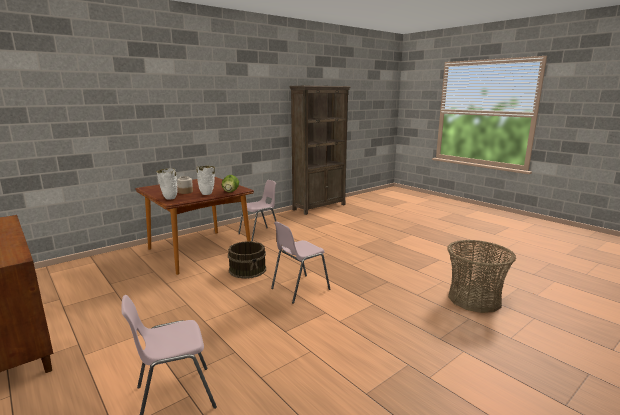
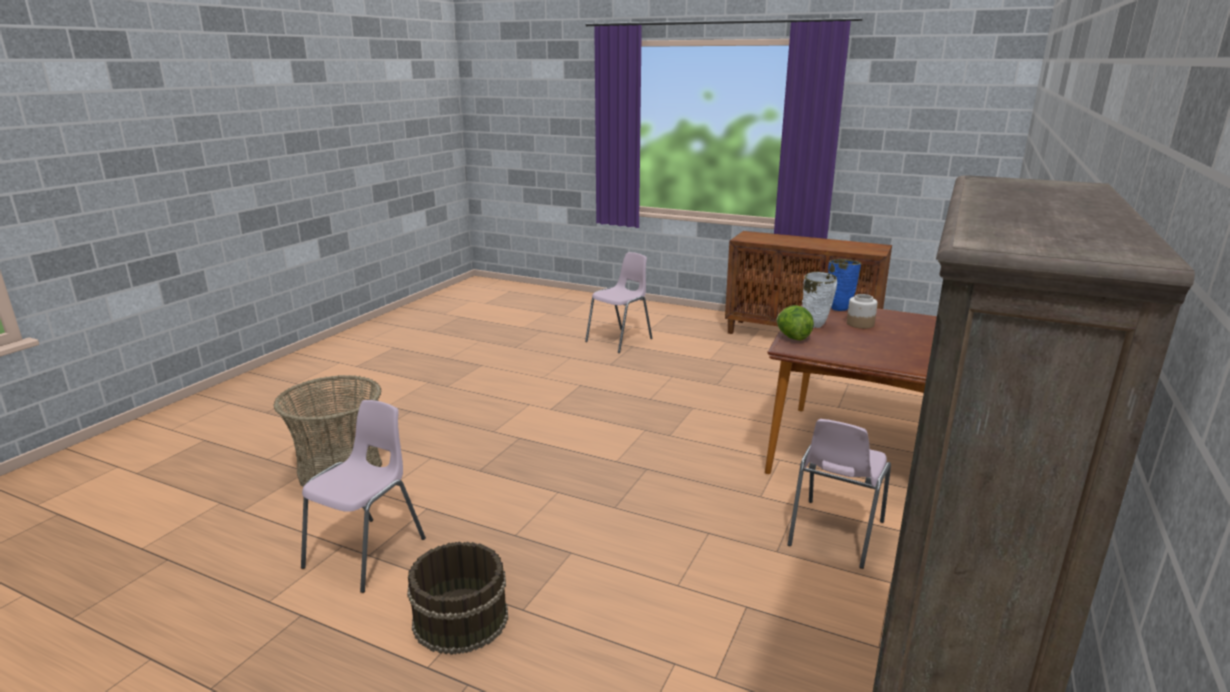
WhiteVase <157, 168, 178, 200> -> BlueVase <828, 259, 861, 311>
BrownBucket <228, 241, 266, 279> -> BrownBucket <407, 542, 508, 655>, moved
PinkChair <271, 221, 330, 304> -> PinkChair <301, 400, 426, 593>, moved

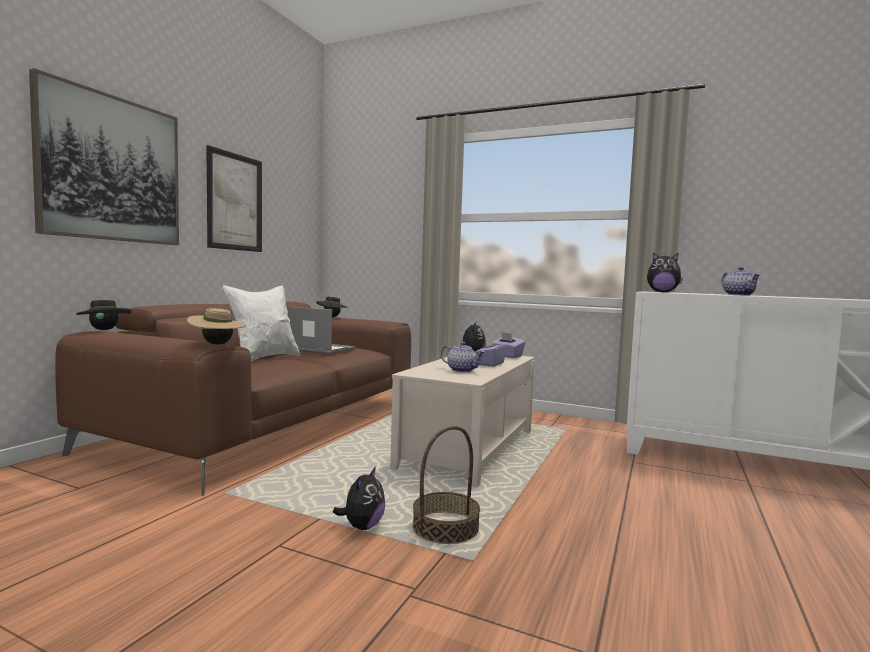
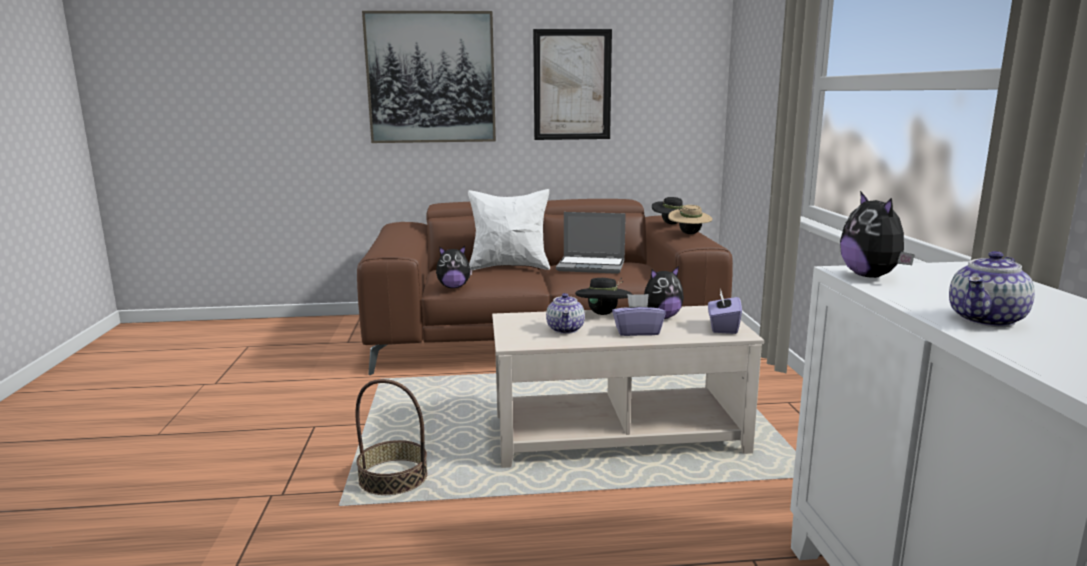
BlackHat <76, 299, 132, 330> -> BlackHat <575, 278, 633, 315>, moved
BeigeHat <187, 308, 246, 345> -> BeigeHat <668, 205, 712, 234>, moved
Laptop <288, 306, 356, 355> -> Laptop <556, 212, 626, 274>, 105 degrees clockwise
PlushToy <333, 466, 385, 530> -> PlushToy <436, 246, 473, 288>, moved

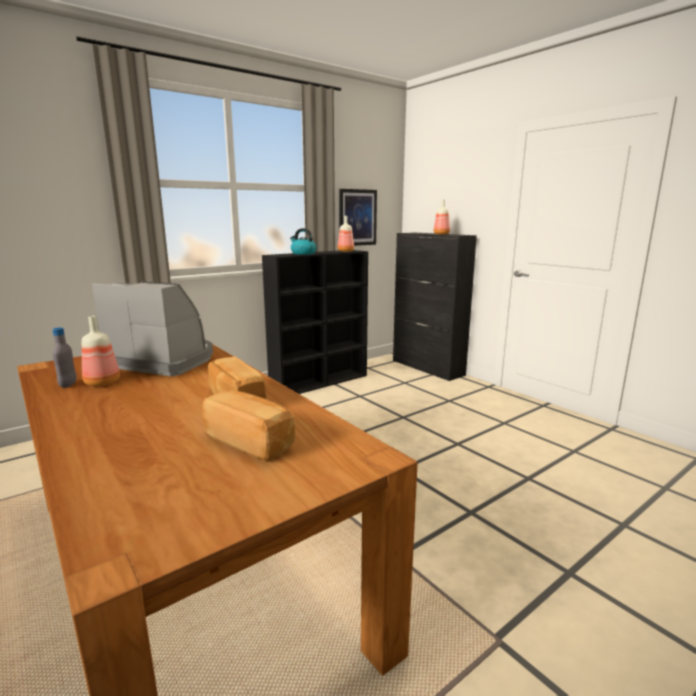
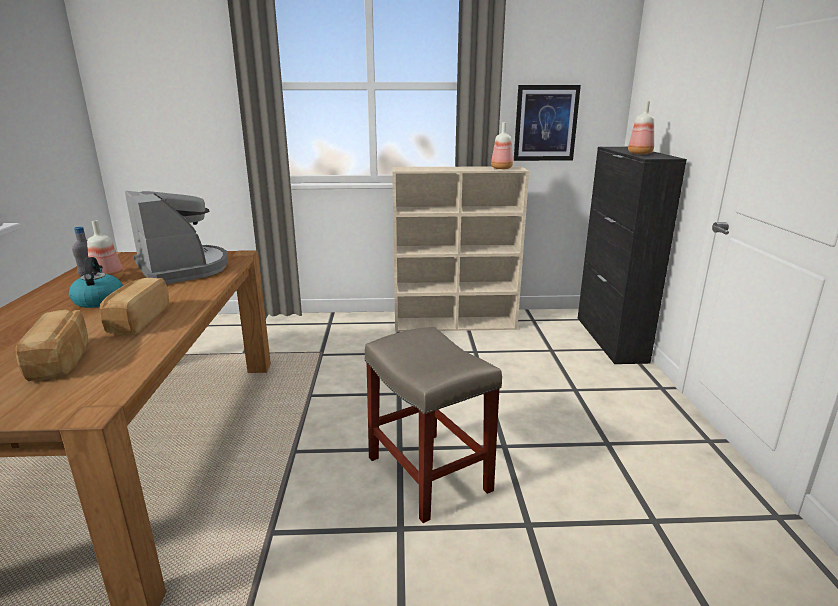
BlackBookcase <262, 250, 368, 394> -> BeigeBookcase <392, 166, 529, 332>
Kettle <290, 228, 317, 255> -> Kettle <69, 257, 123, 308>, moved
none -> BeigeStool <364, 327, 502, 523>

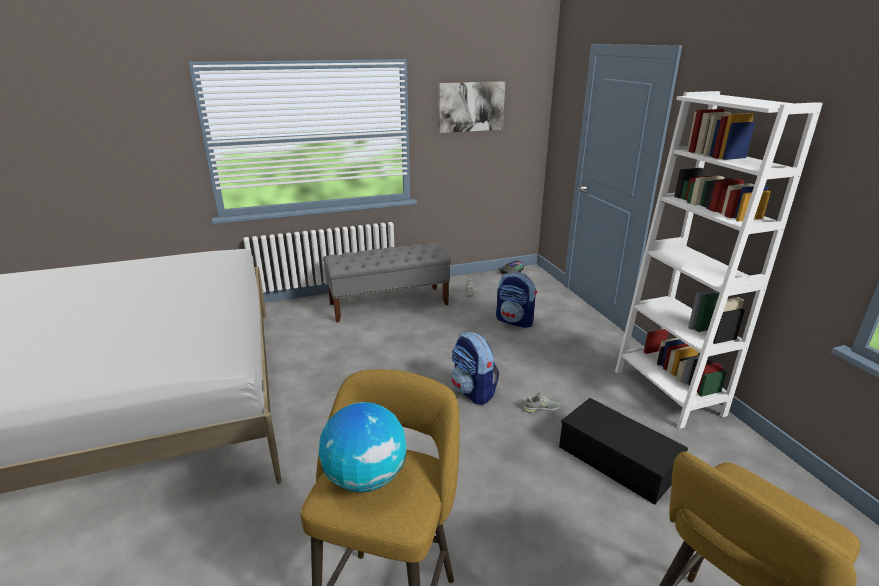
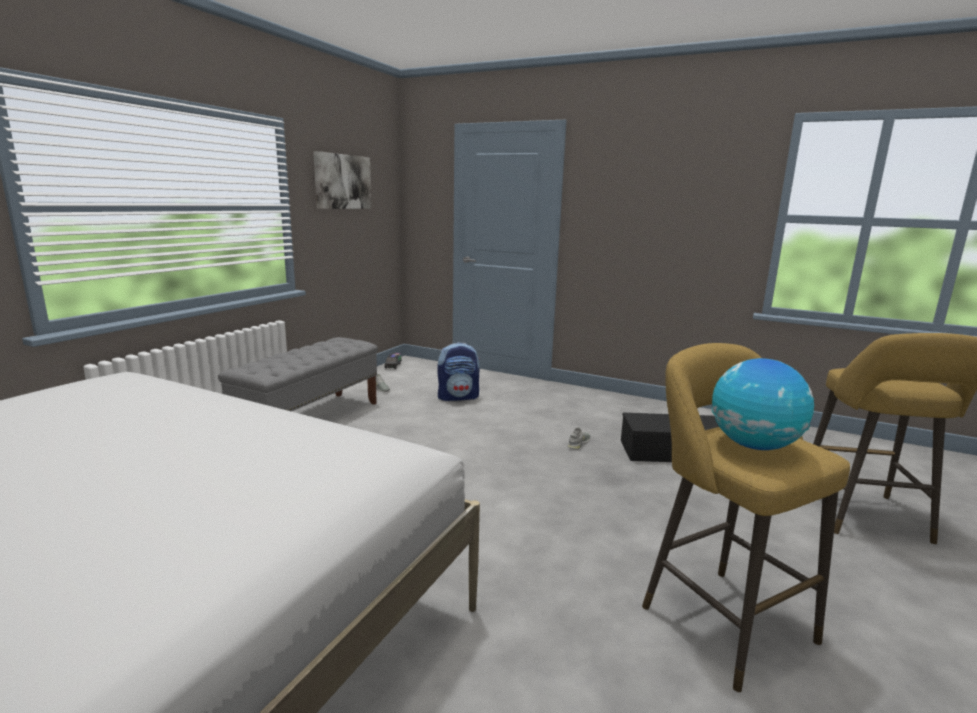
Backpack <451, 332, 499, 405> -> none
WhiteBookcase <615, 91, 823, 429> -> none

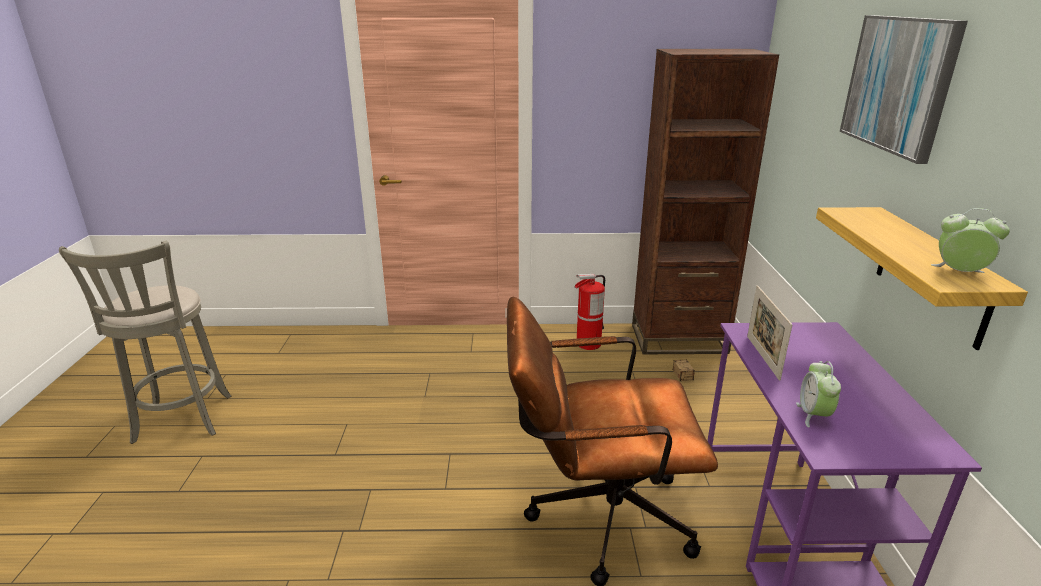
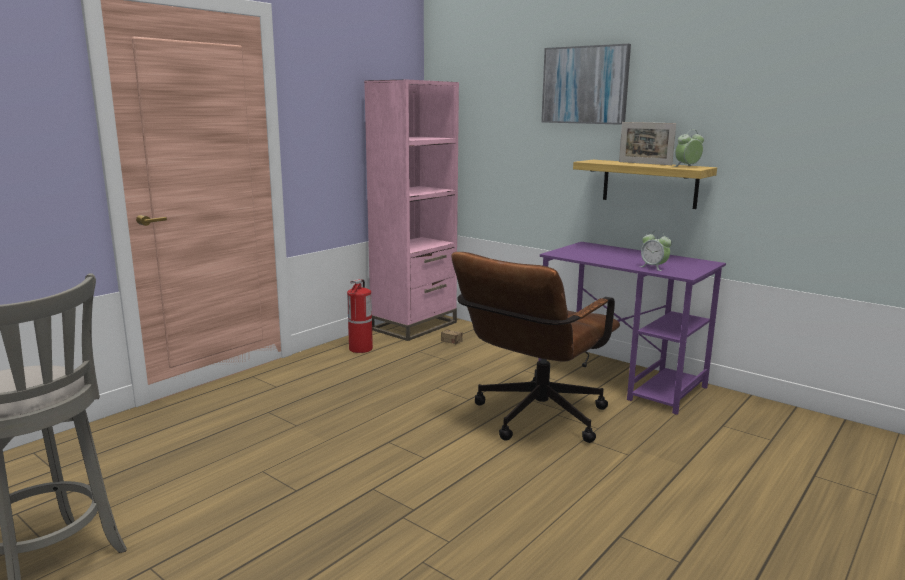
BrownBookcase <632, 49, 779, 354> -> PinkBookcase <364, 79, 459, 341>
PictureFrame <747, 285, 793, 381> -> PictureFrame <619, 122, 676, 165>, moved

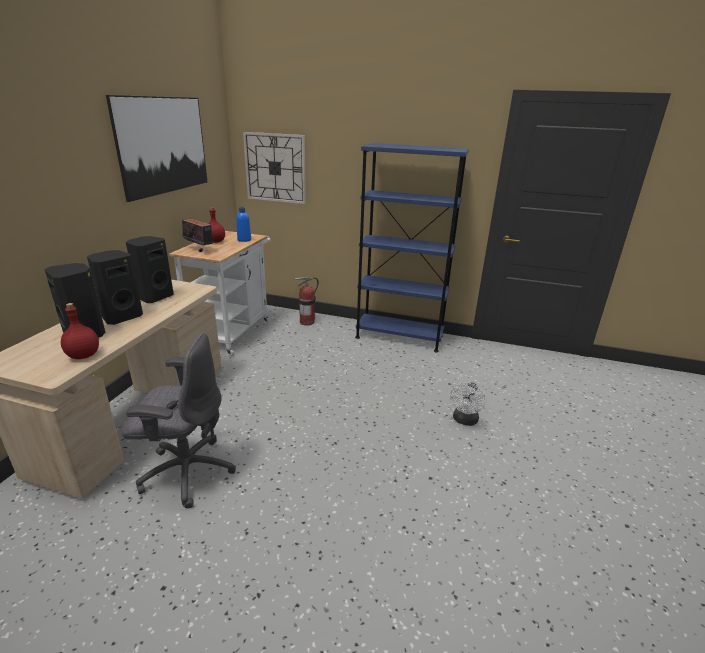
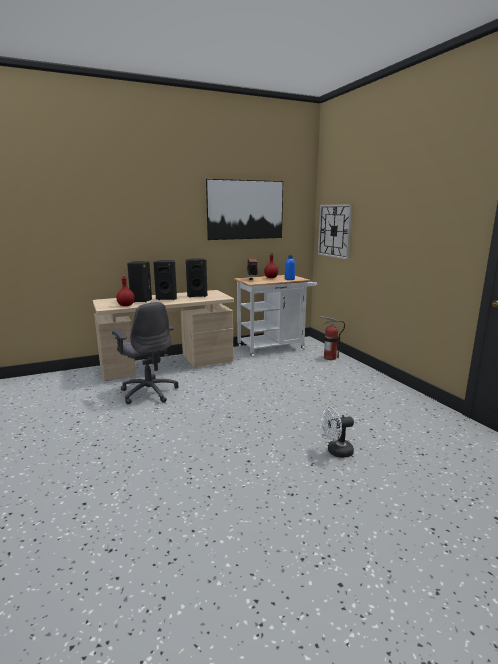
BlueBookcase <355, 143, 469, 352> -> none

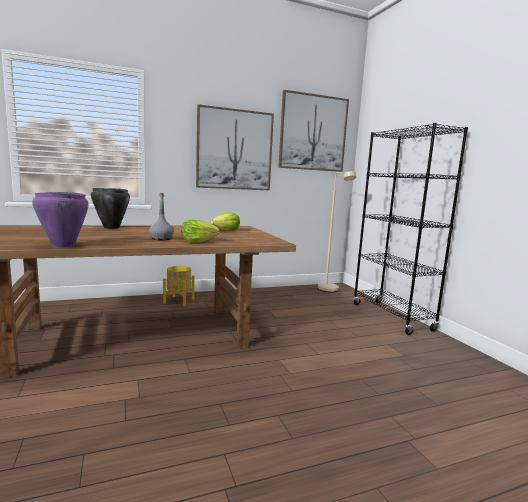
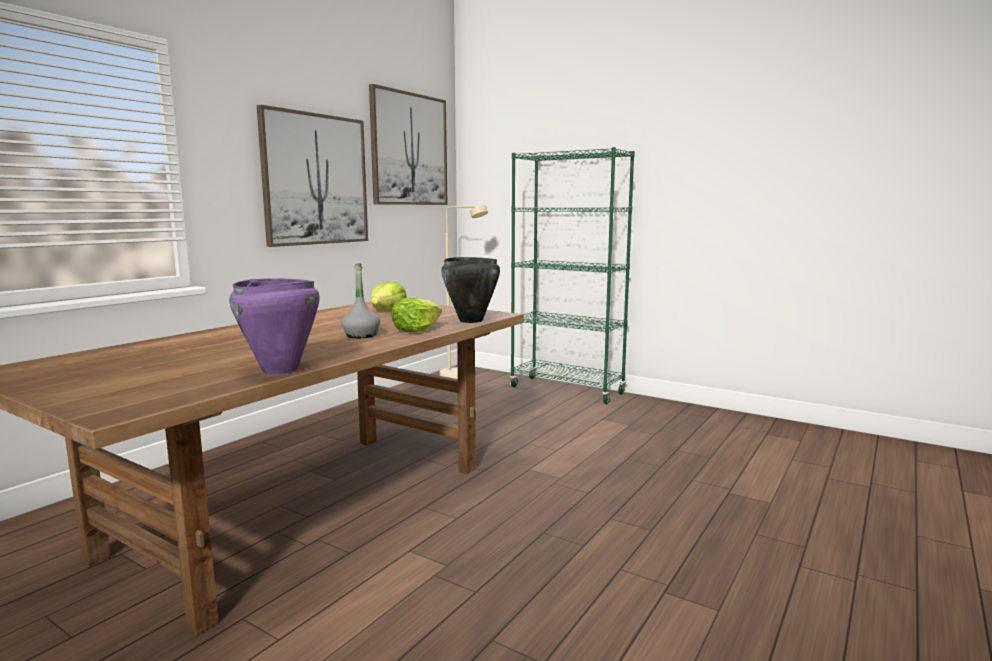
BlackCookingPot <91, 188, 130, 229> -> BlackCookingPot <441, 257, 500, 323>, moved
YellowPlanter <163, 266, 195, 306> -> none
BlackBookcase <353, 123, 468, 335> -> GreenBookcase <510, 147, 635, 404>

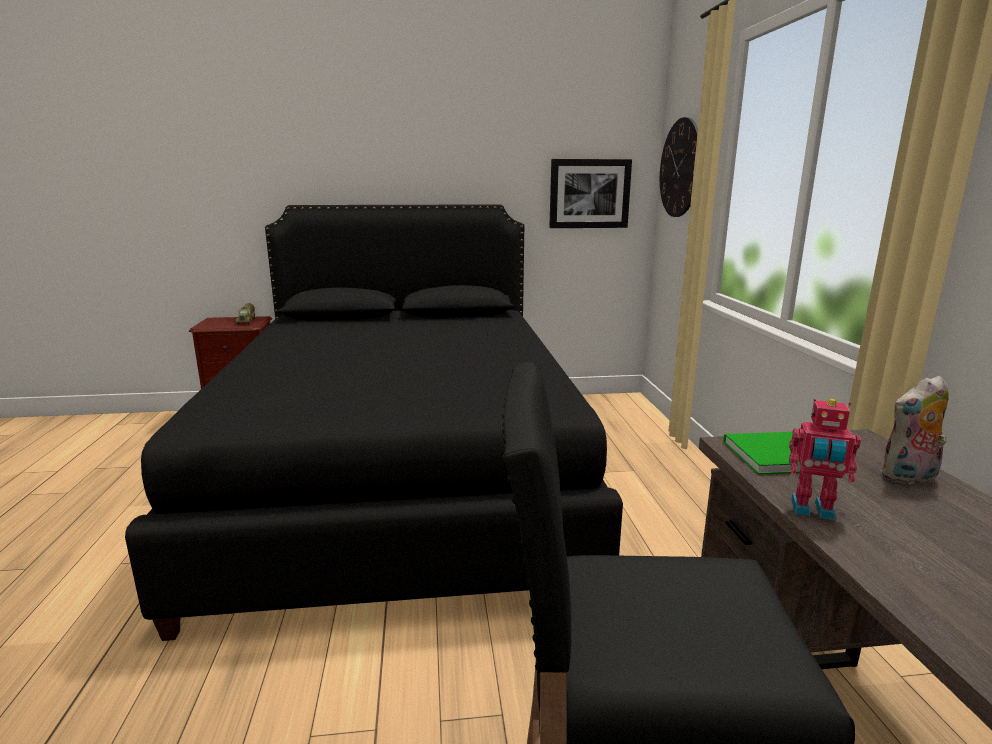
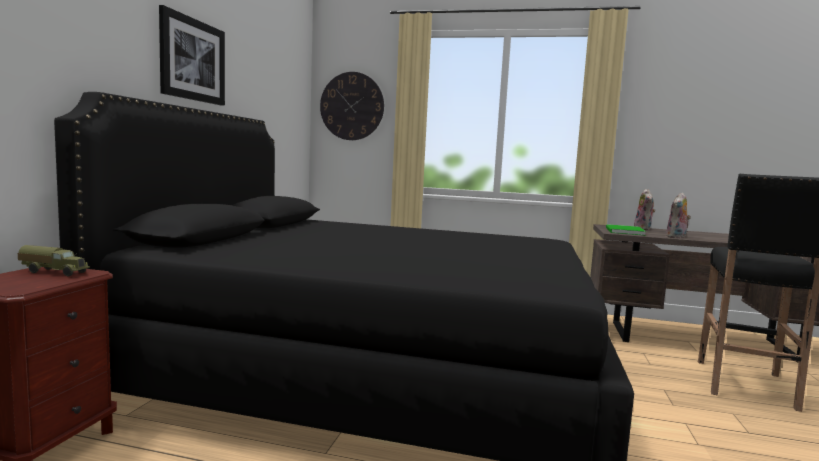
Picture <549, 159, 632, 228> -> Picture <159, 5, 225, 106>, moved
ToyRobot <789, 399, 861, 520> -> PlushToy <666, 193, 691, 238>

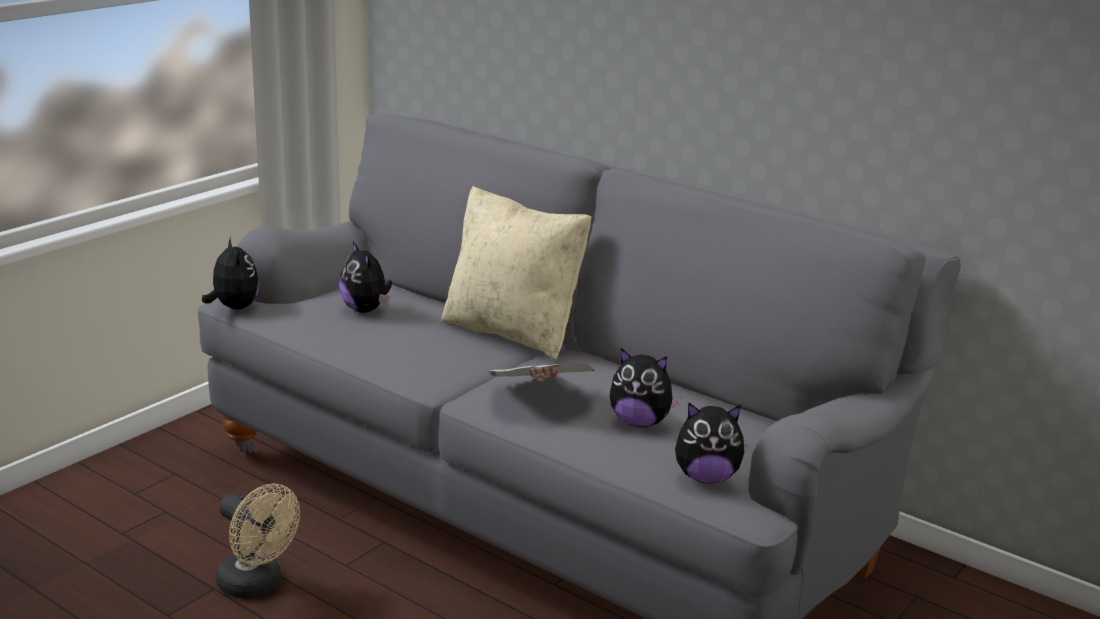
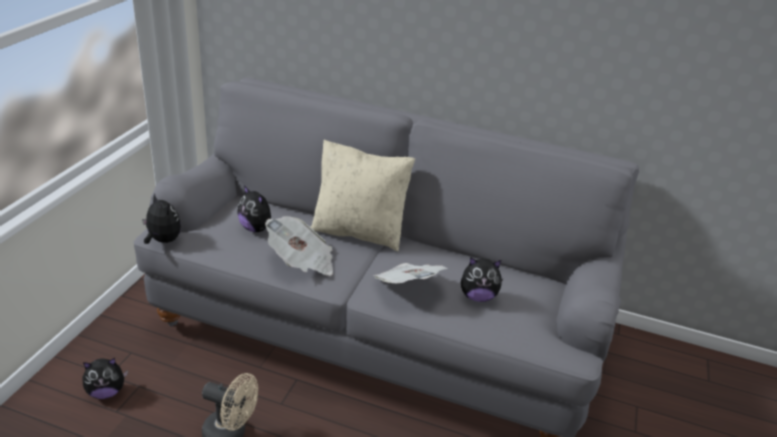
PlushToy <675, 403, 747, 484> -> PlushToy <83, 358, 128, 399>, moved
none -> Newspaper <265, 216, 333, 276>

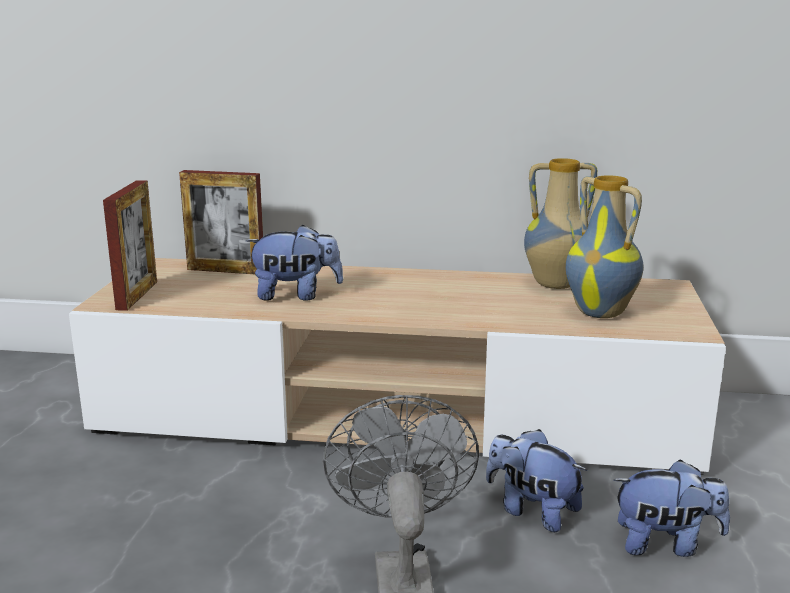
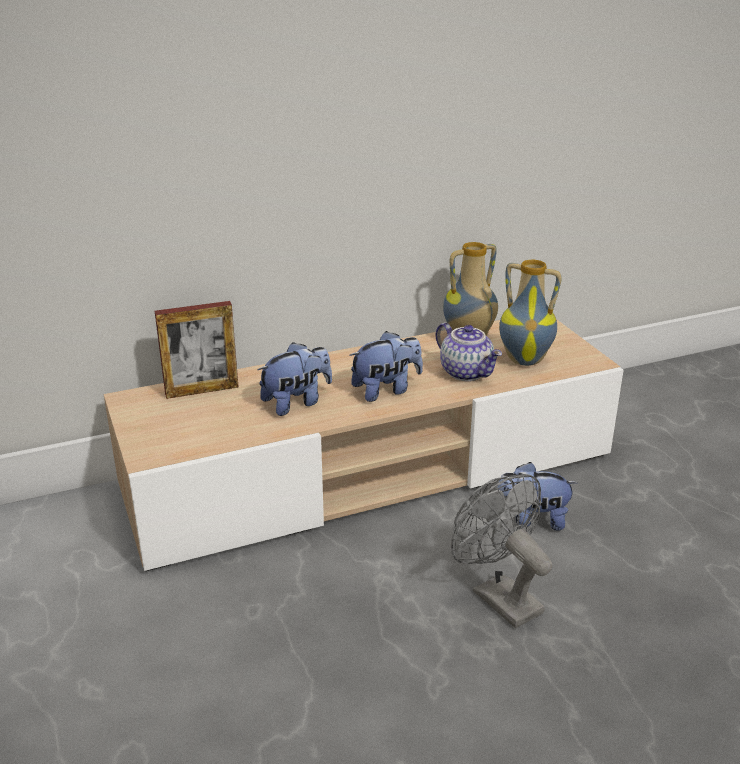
PictureFrame <103, 180, 157, 311> -> none
PlushToy <613, 459, 730, 557> -> PlushToy <349, 331, 423, 402>, moved
none -> Teapot <436, 322, 502, 381>

